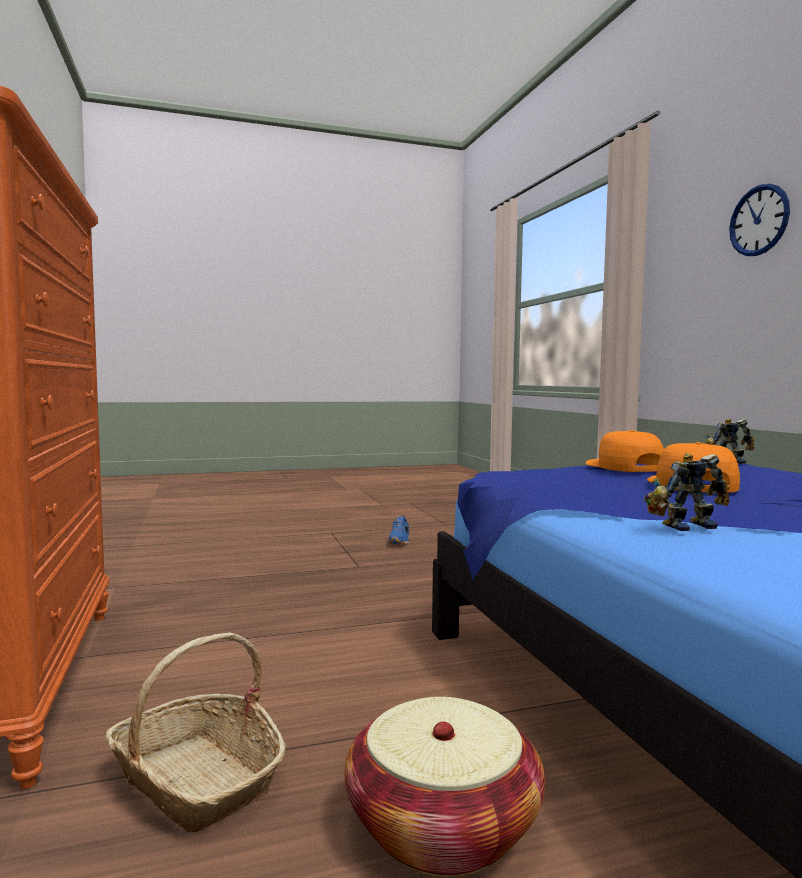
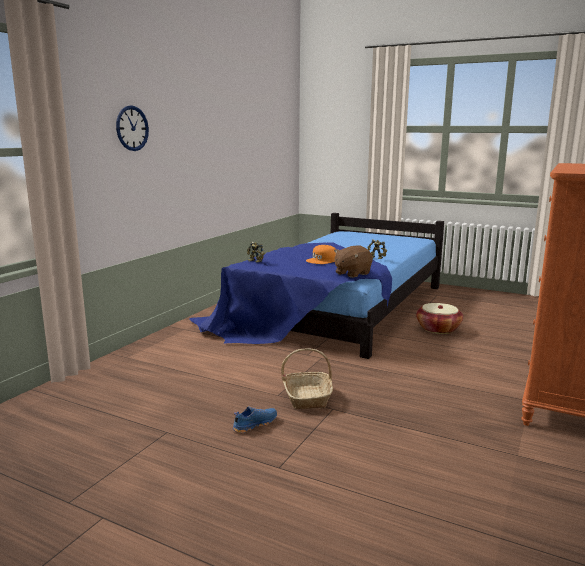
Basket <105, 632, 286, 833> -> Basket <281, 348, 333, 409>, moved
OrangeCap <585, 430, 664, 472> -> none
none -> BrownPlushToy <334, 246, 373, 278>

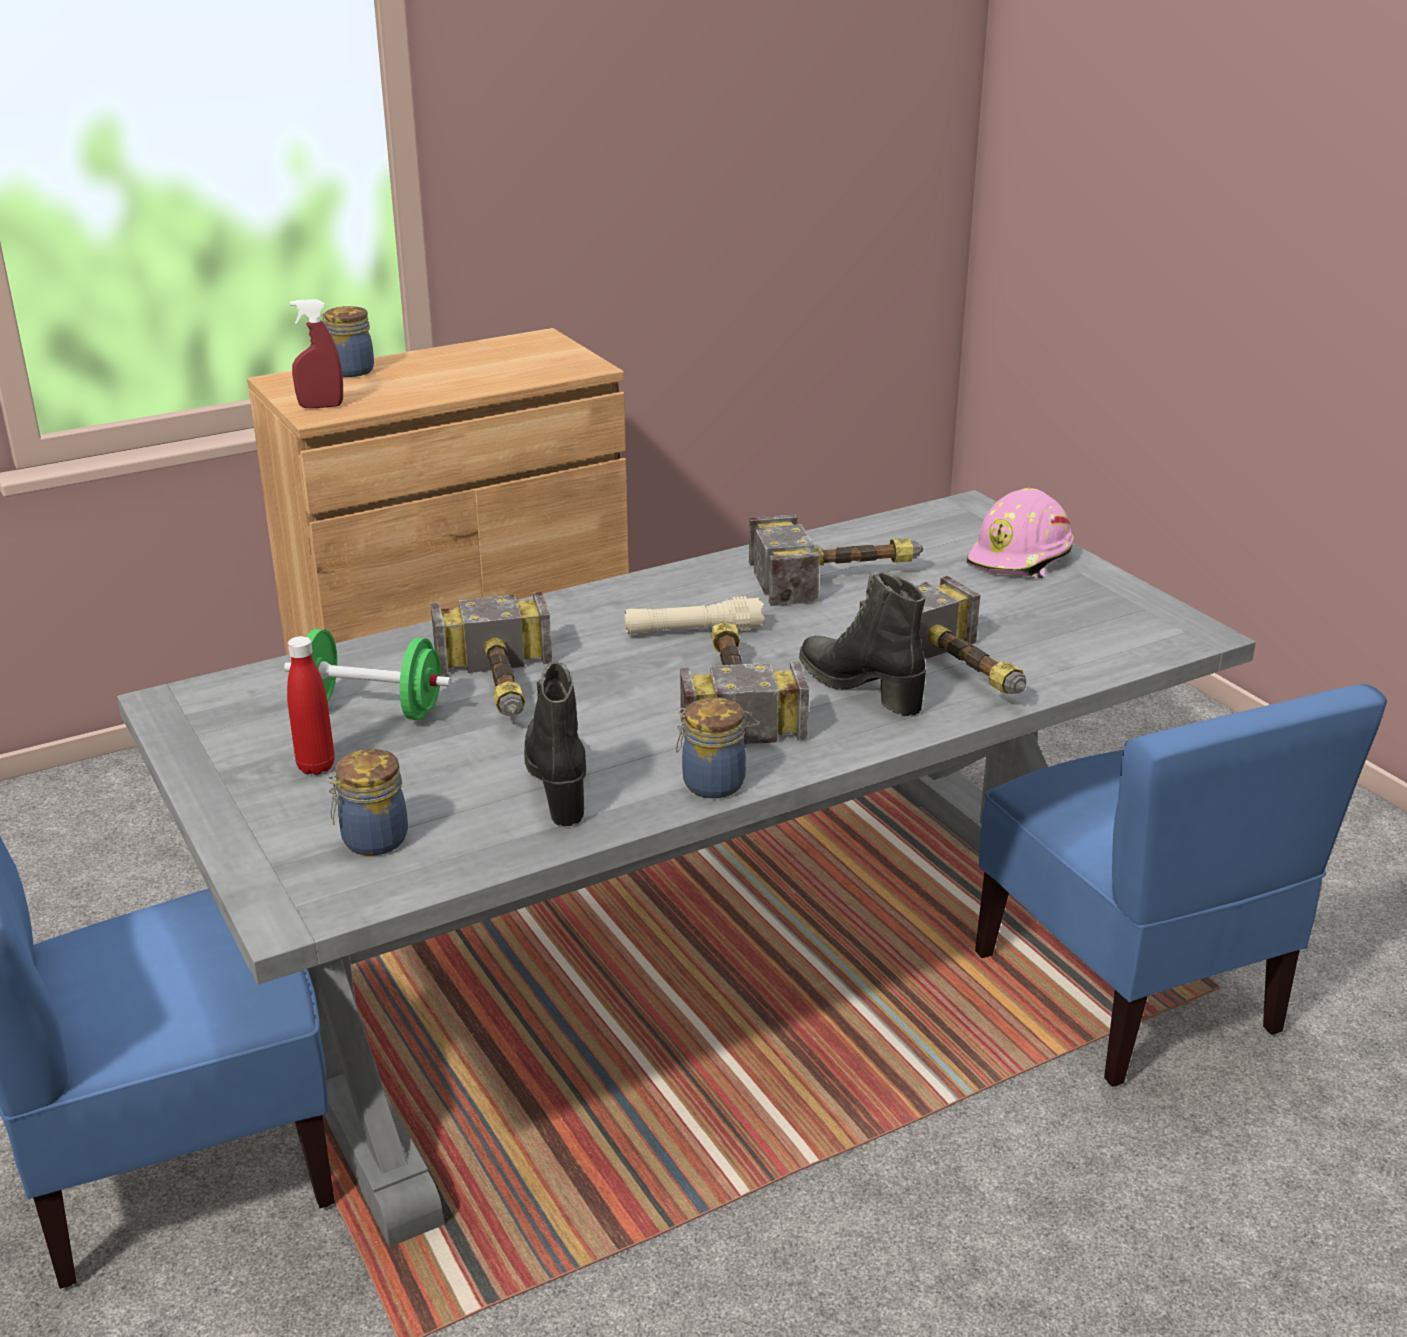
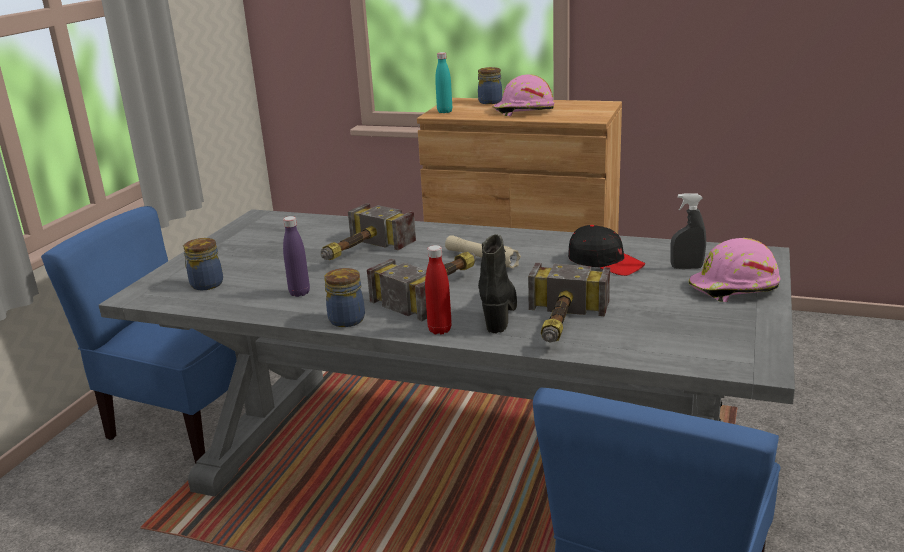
GreenDumbbell <284, 629, 452, 720> -> none
RedBottle <287, 636, 335, 775> -> RedBottle <425, 245, 452, 335>, moved
RedSprayBottle <290, 299, 343, 408> -> TurquoiseBottle <435, 52, 452, 113>
BlackBoot <524, 662, 586, 826> -> PurpleBottle <283, 216, 310, 297>
Hammer <749, 514, 923, 606> -> BlackCap <568, 225, 645, 276>
none -> PinkHardHat <492, 74, 554, 116>
none -> GreySprayBottle <670, 194, 706, 269>

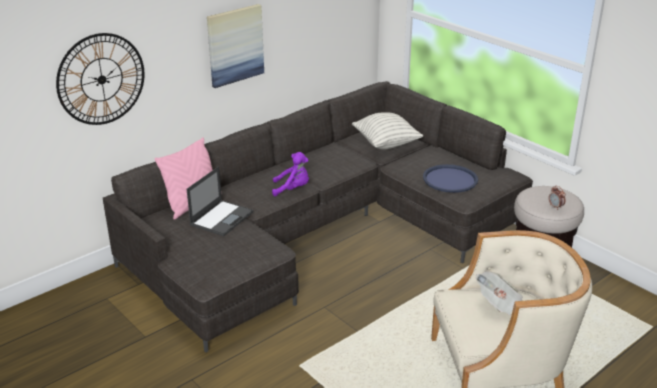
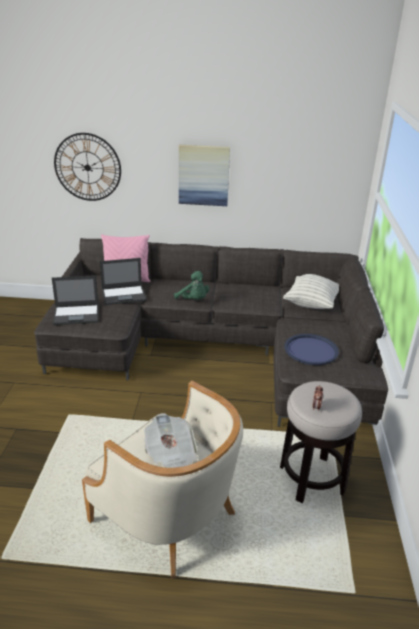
PurplePlushToy <272, 152, 309, 196> -> GreenPlushToy <174, 271, 209, 300>
none -> Laptop <52, 276, 99, 325>

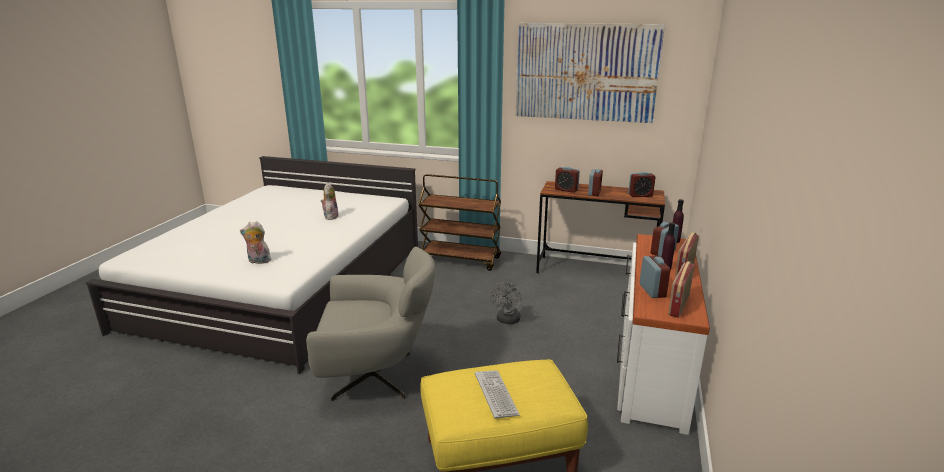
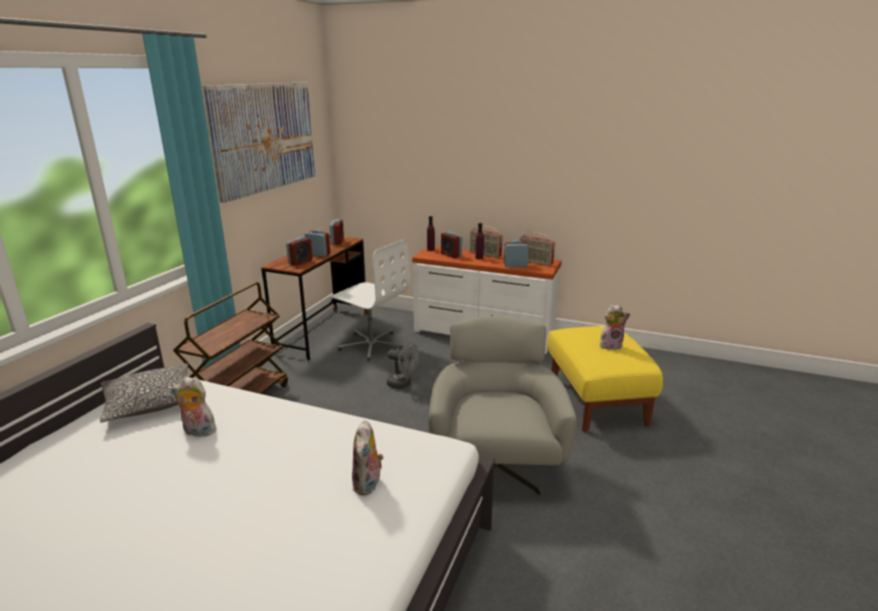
Keyboard <475, 370, 520, 419> -> PlushToy <600, 305, 631, 350>
none -> Pillow <100, 363, 188, 423>
none -> WhiteOfficeChair <330, 239, 410, 361>

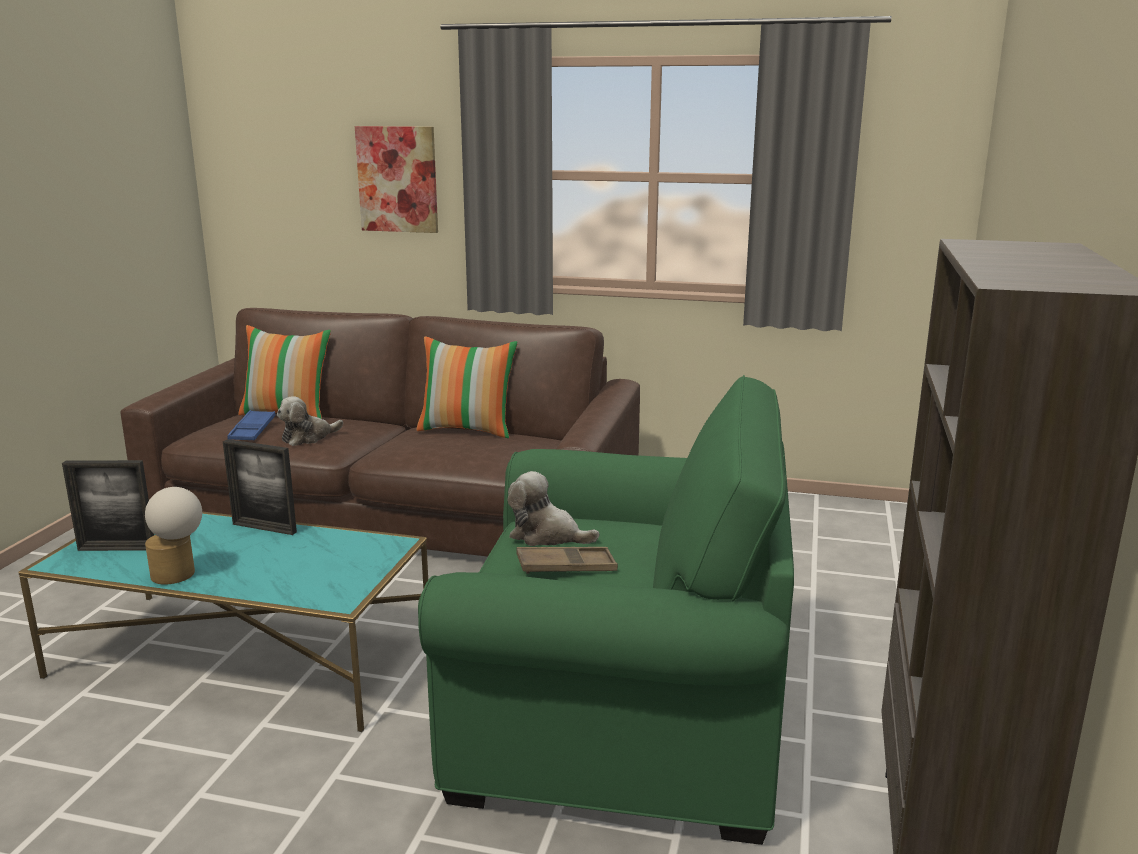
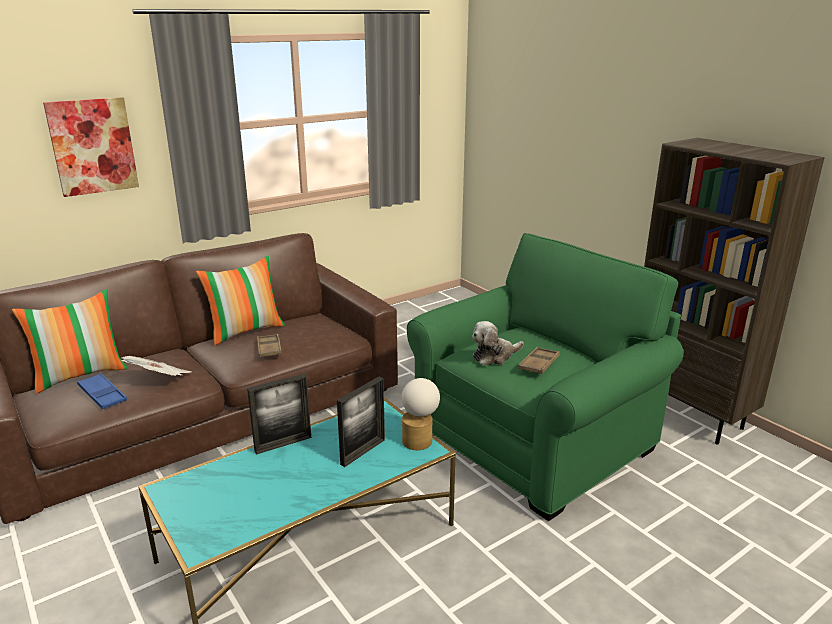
PictureFrame <62, 460, 154, 551> -> PictureFrame <337, 377, 385, 467>, moved
TableLamp <145, 487, 202, 584> -> TableLamp <402, 378, 440, 450>, moved
PlushToy <277, 396, 343, 446> -> Newspaper <121, 356, 192, 376>
none -> BrownTray <257, 334, 282, 358>

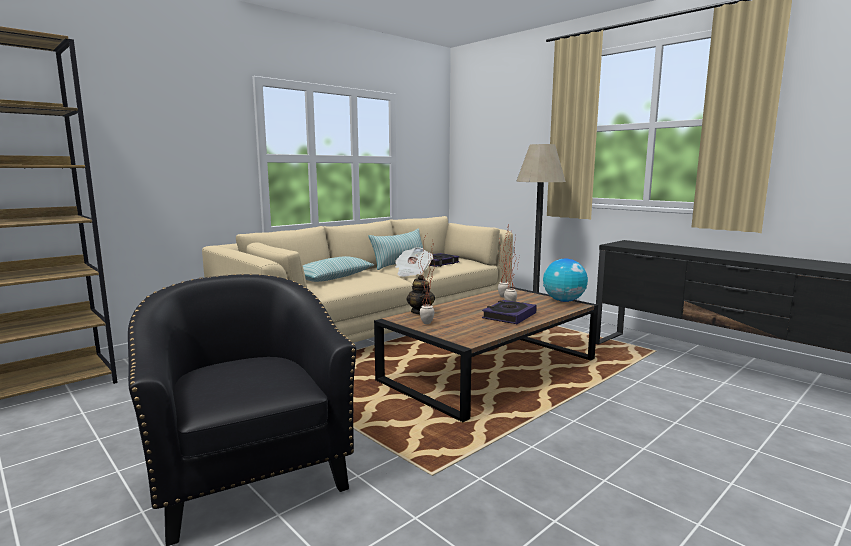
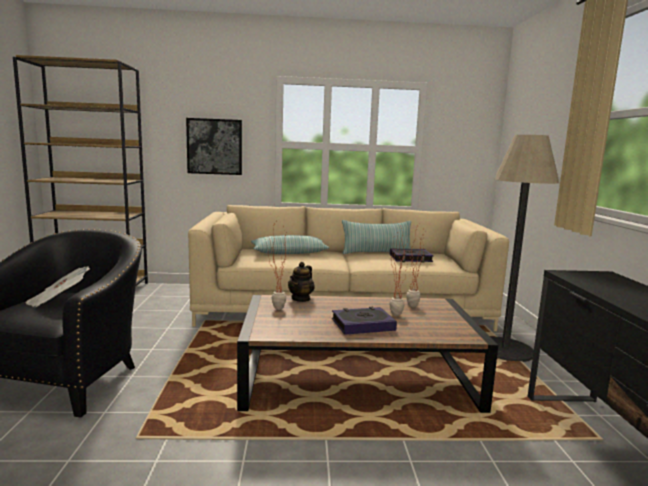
Newspaper <395, 247, 433, 277> -> Newspaper <26, 267, 90, 307>, moved
Globe <543, 259, 588, 302> -> none
none -> Picture <186, 118, 242, 175>

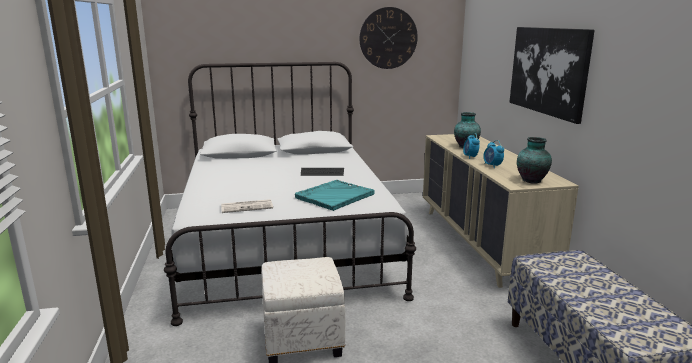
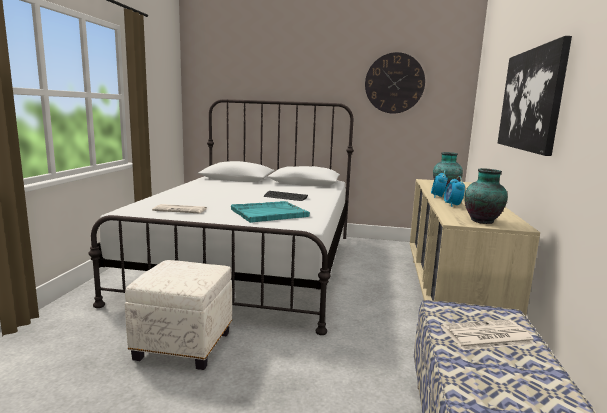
none -> Newspaper <441, 319, 536, 350>

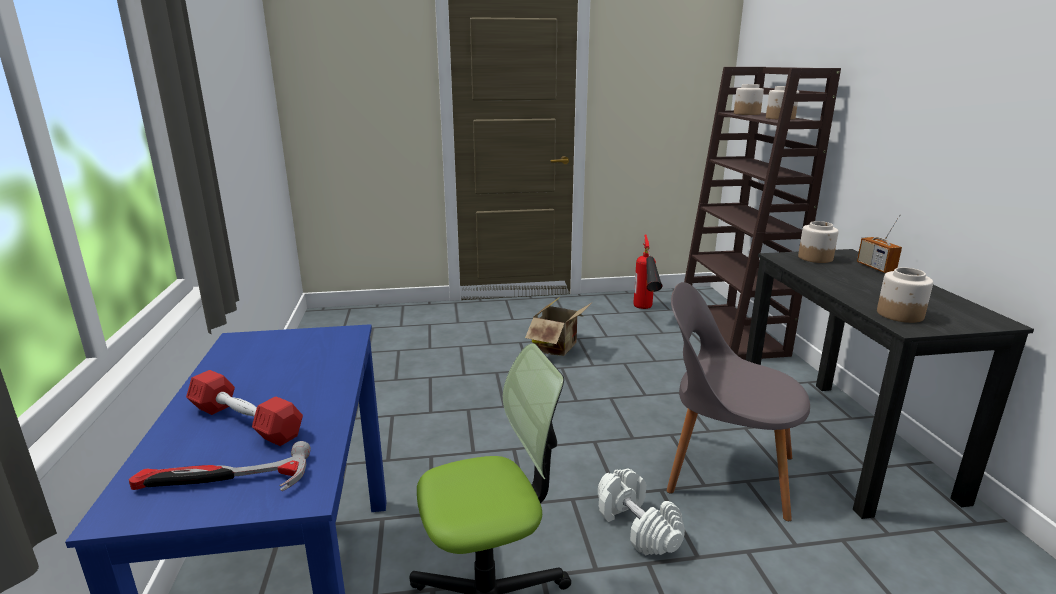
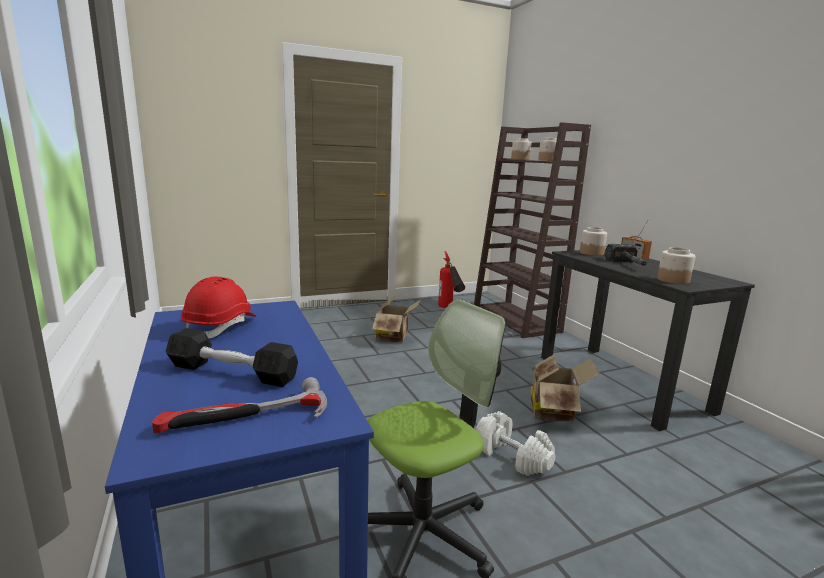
RedDumbbell <186, 370, 303, 446> -> BlackDumbbell <166, 328, 298, 387>
GreyChair <667, 282, 810, 521> -> CardboardBox <531, 355, 600, 421>
none -> RedHardHat <181, 277, 256, 339>
none -> Hammer <605, 244, 648, 266>

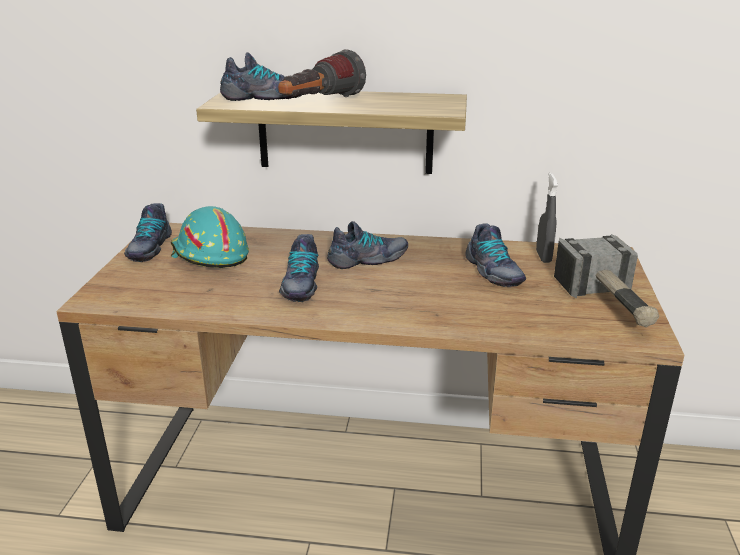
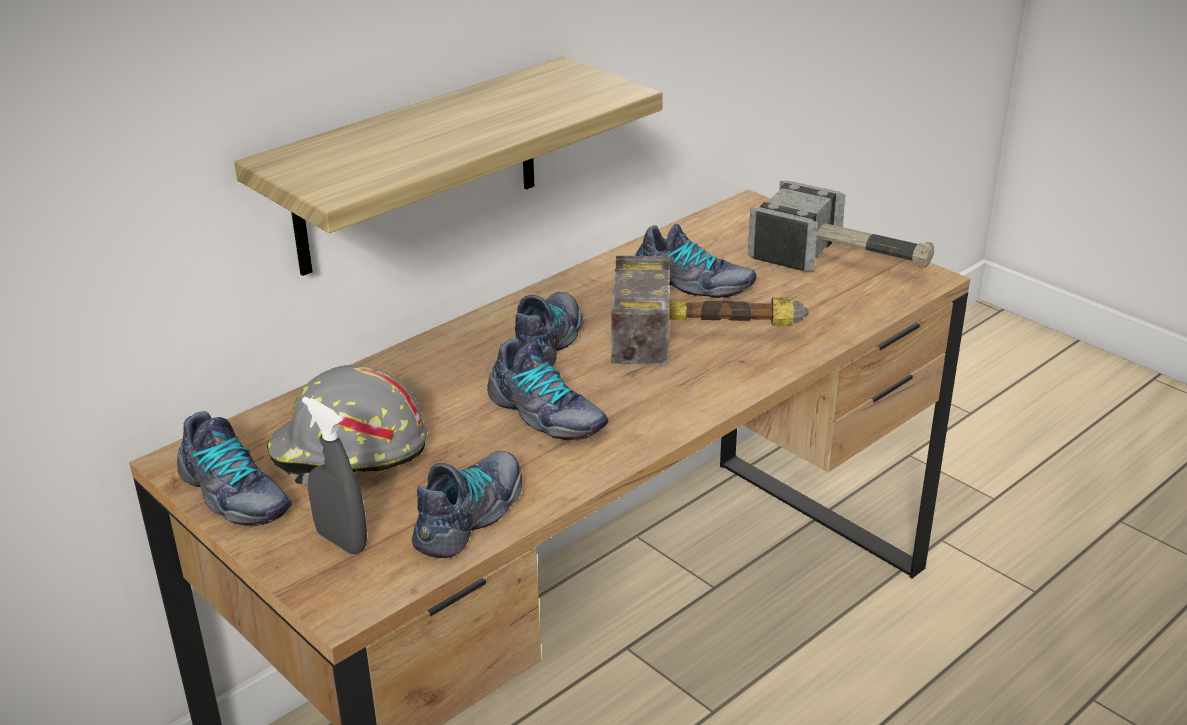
TurquoiseHardHat <171, 206, 249, 268> -> GreyHardHat <267, 365, 427, 485>
Shoe <220, 52, 302, 101> -> Shoe <412, 451, 522, 558>, moved
Flashlight <278, 49, 366, 97> -> none
GreySprayBottle <536, 173, 558, 263> -> GreySprayBottle <302, 396, 367, 554>, moved
none -> Hammer <611, 256, 809, 365>

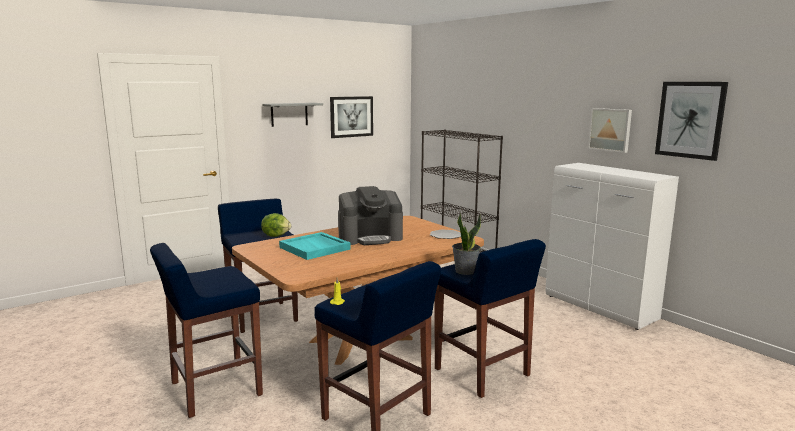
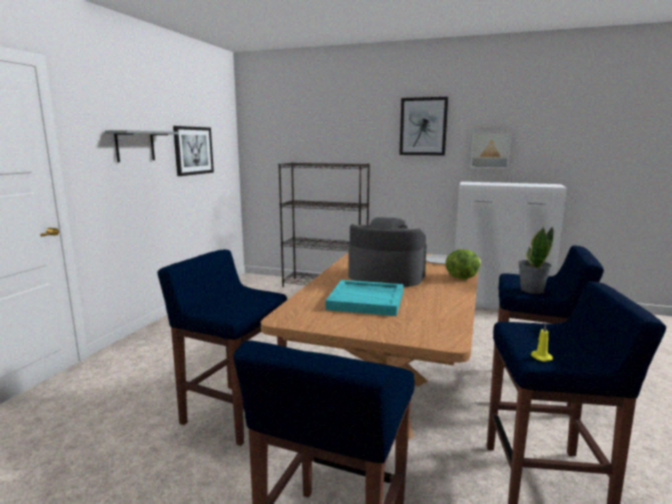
Lettuce <261, 213, 291, 237> -> Lettuce <445, 249, 481, 279>, moved
CoffeeMachine <338, 186, 403, 245> -> CoffeeMachine <348, 217, 427, 287>, 105 degrees counterclockwise
Picture <655, 82, 728, 161> -> Picture <399, 97, 448, 156>, moved

